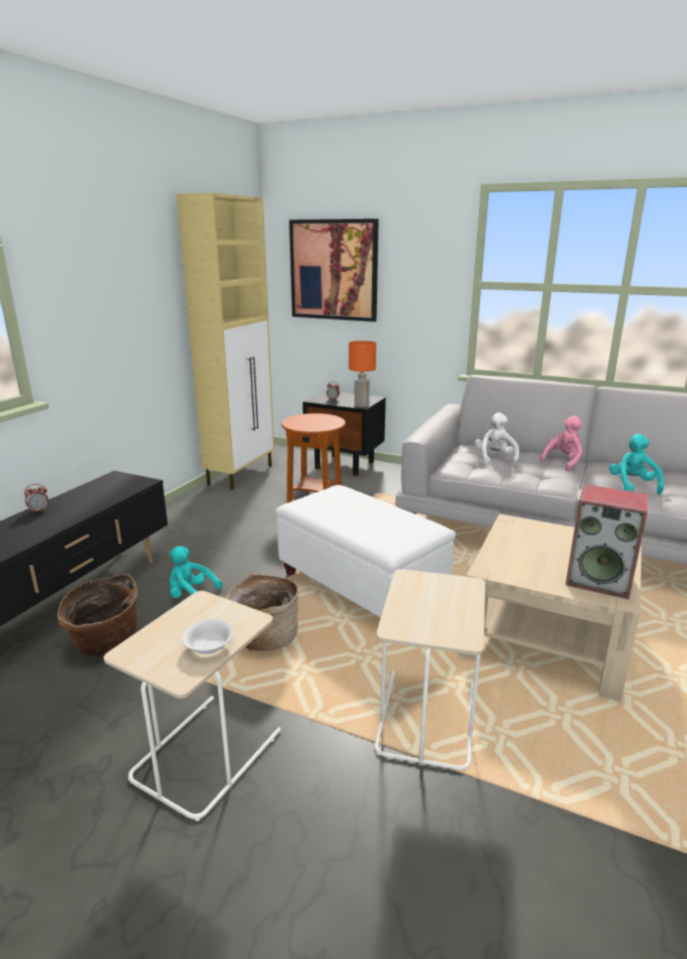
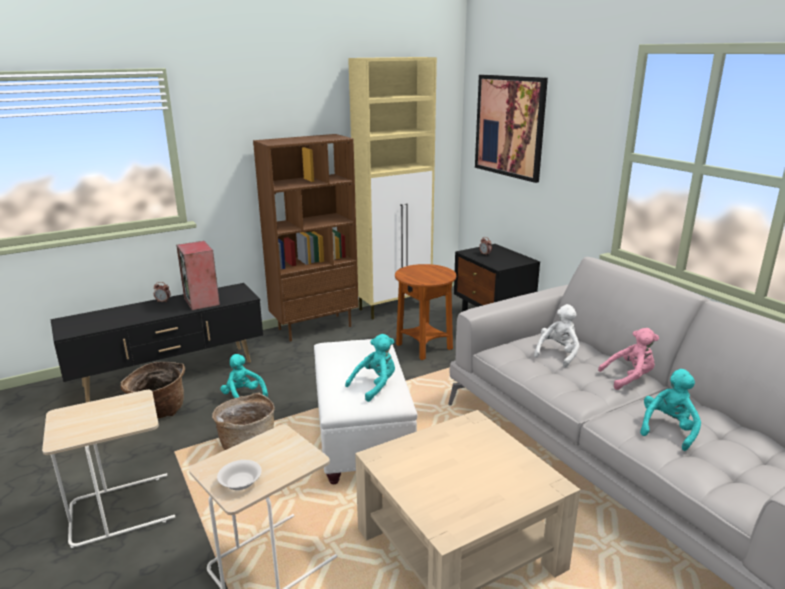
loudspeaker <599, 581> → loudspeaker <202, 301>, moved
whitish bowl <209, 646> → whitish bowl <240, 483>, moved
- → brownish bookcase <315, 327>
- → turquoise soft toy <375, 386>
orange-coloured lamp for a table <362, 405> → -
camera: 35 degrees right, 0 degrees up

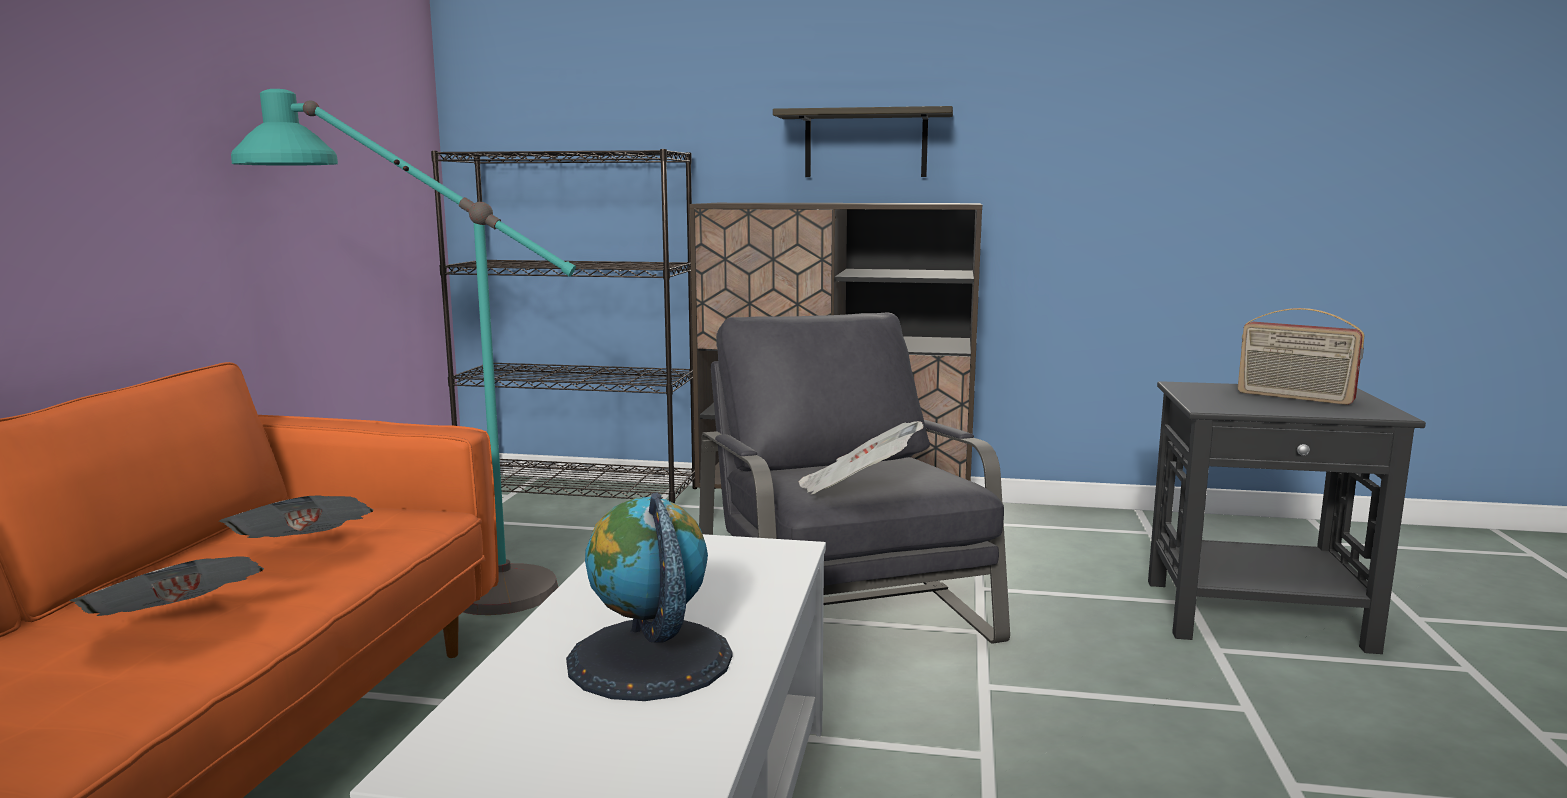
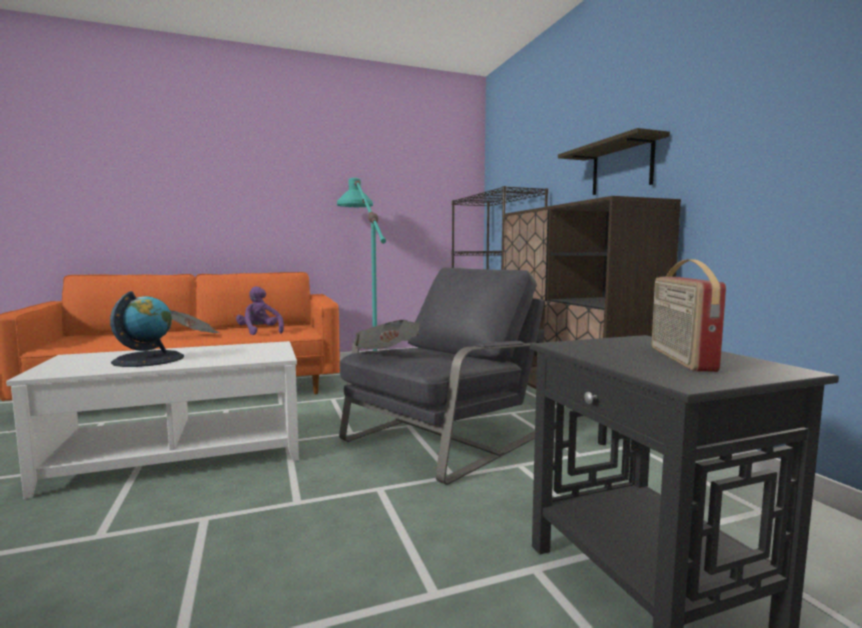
printed paper <305, 554> → purple soft toy <259, 332>
camera: 60 degrees right, 5 degrees down

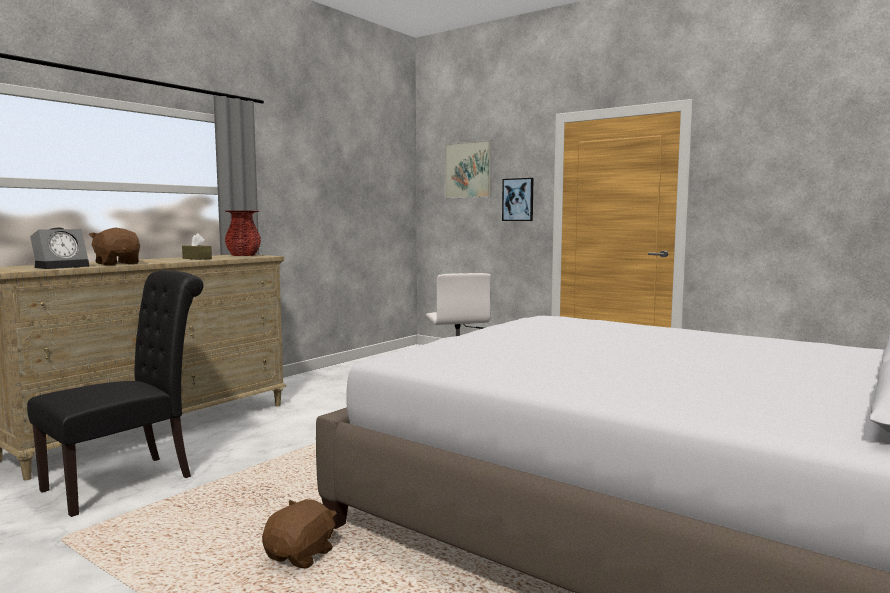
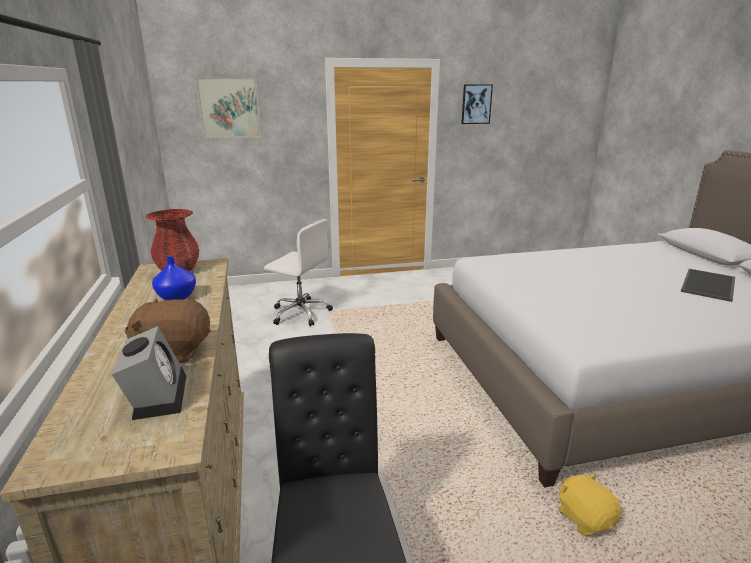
brownish tissue holder <197, 258> → blue decorative vase <176, 297>
wall art <518, 199> → wall art <476, 104>, moved
brownish soft toy <301, 555> → yellowish soft toy <585, 518>
- → tray <709, 285>
camera: 50 degrees left, 15 degrees up

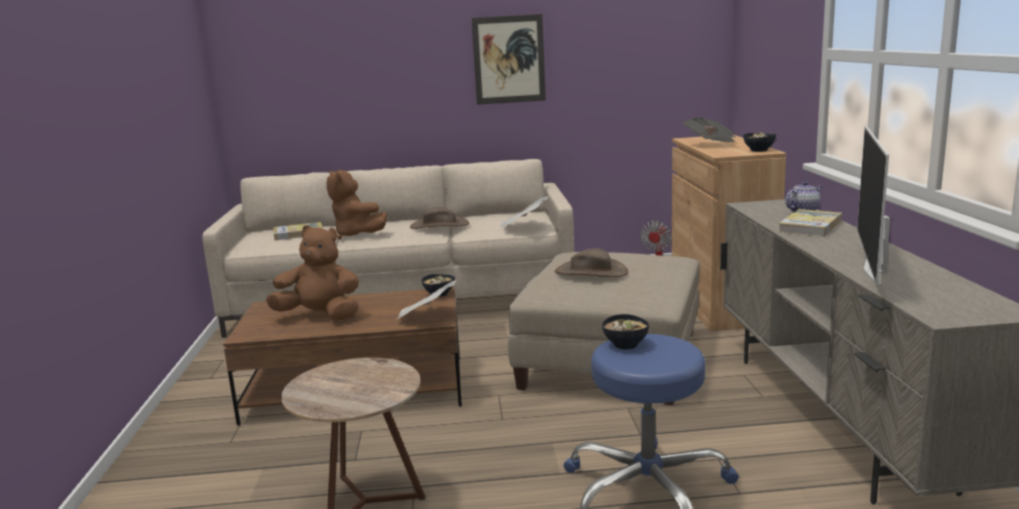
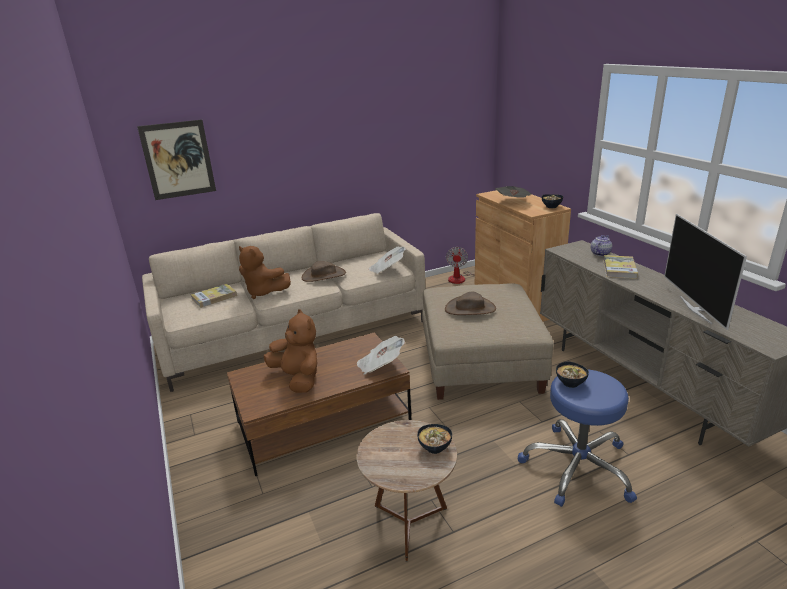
wall art <509, 59> → wall art <178, 160>, moved
brownish soft toy <320, 316> → brownish soft toy <298, 378>, 60 degrees clockwise
bowl <439, 294> → bowl <435, 448>, moved
camera: 20 degrees left, 10 degrees up

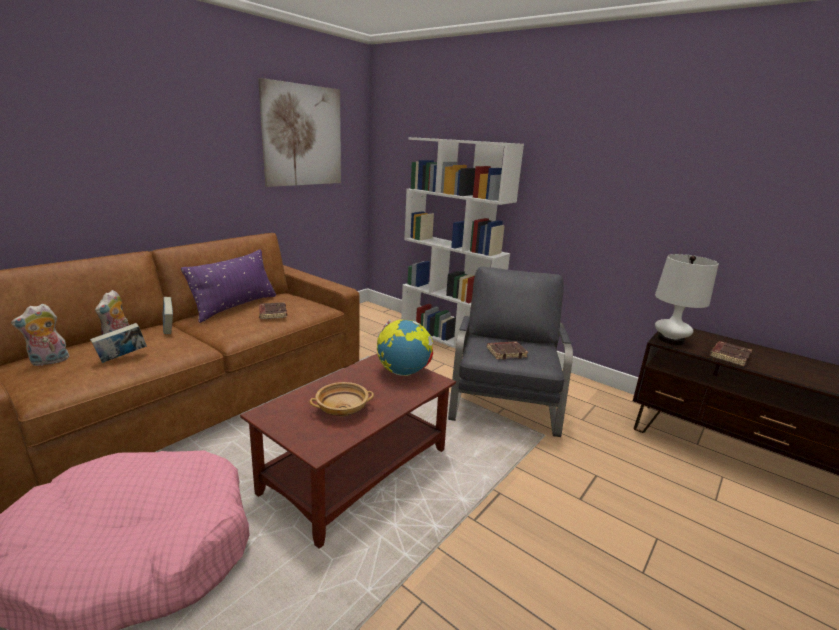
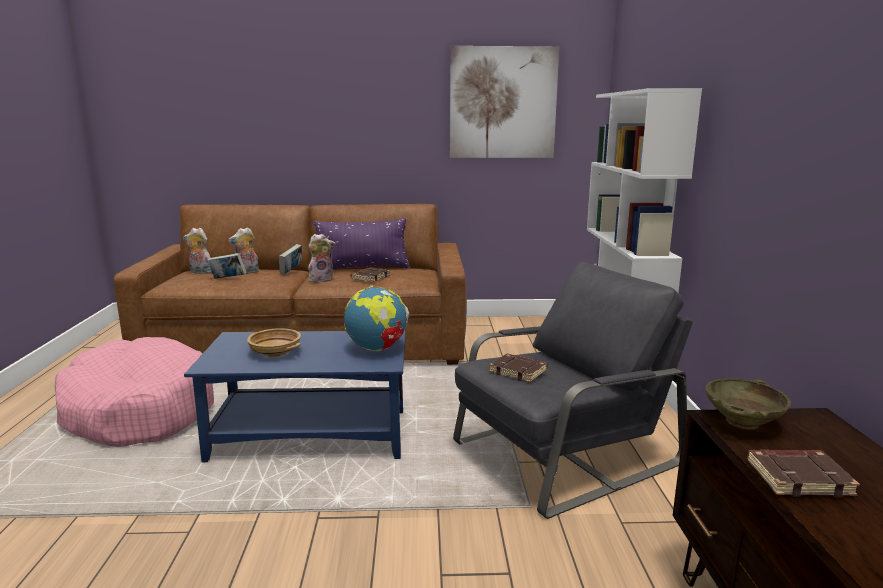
brownish coffee table <357, 470> → blue coffee table <312, 435>
- → soft toy <321, 280>
whitish lamp for a table <670, 340> → beige bowl <742, 422>
camera: 50 degrees right, 5 degrees down

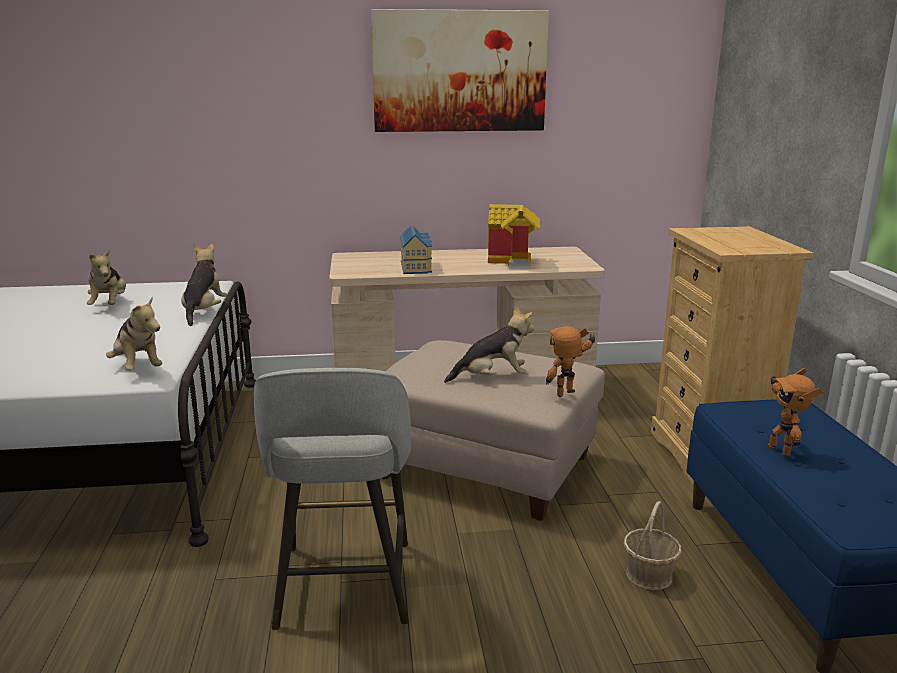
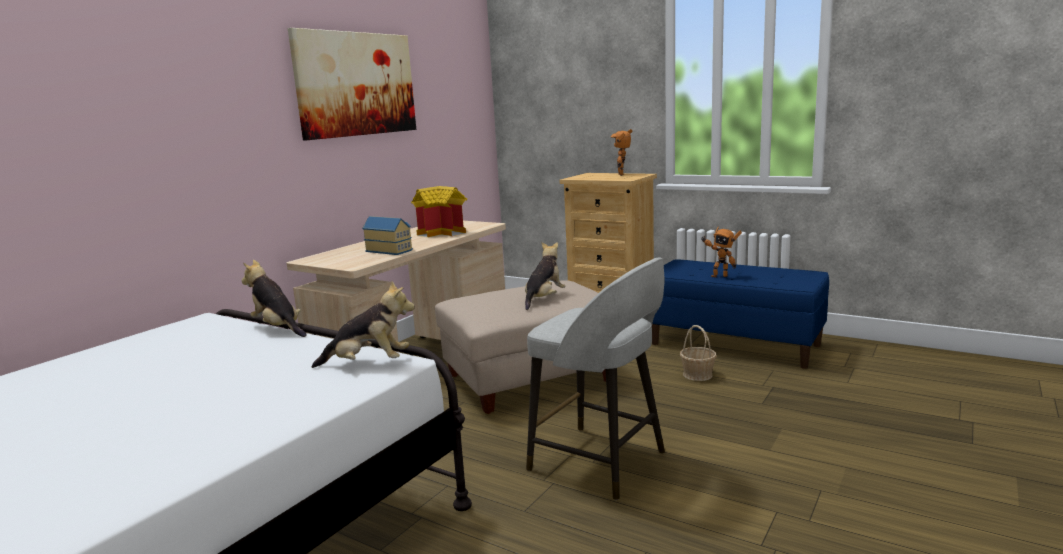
robot figure <568, 395> → robot figure <623, 174>, moved
soft toy <110, 305> → -
camera: 50 degrees left, 5 degrees down

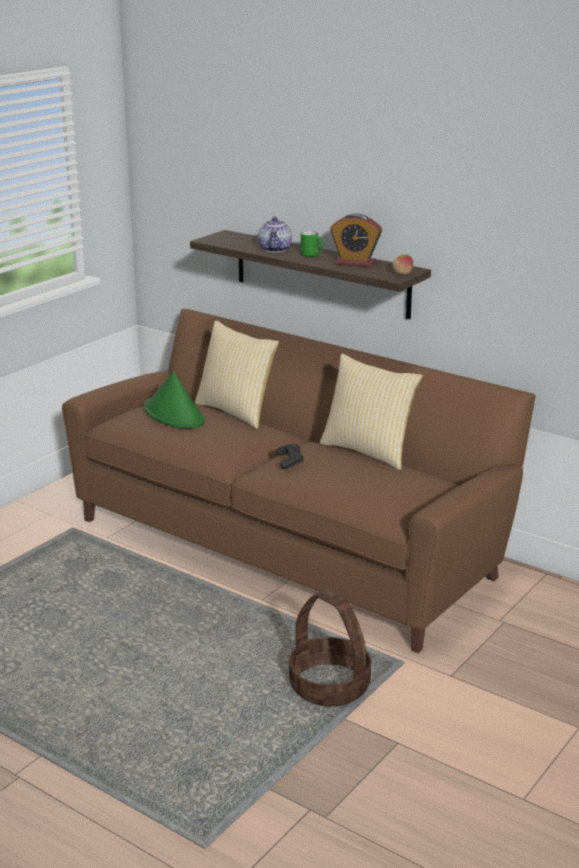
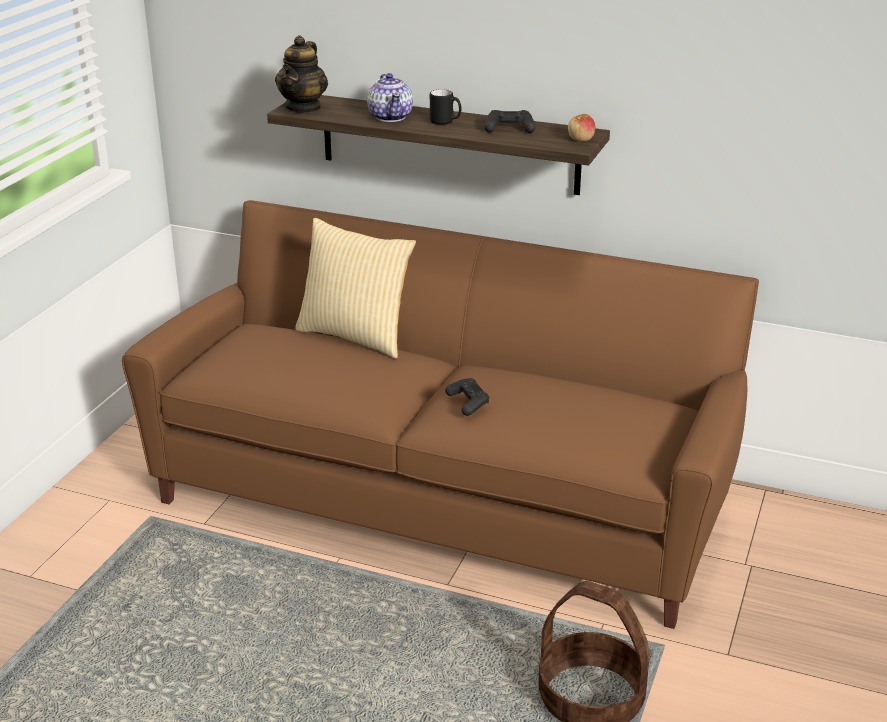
- → pot for tea <303, 107>
green mug <312, 255> → blackish mug <445, 122>
table clock <355, 263> → blackish gamepad <509, 129>
green wearable hat <174, 414> → -
cushion <369, 451> → -
camera: 15 degrees left, 5 degrees up

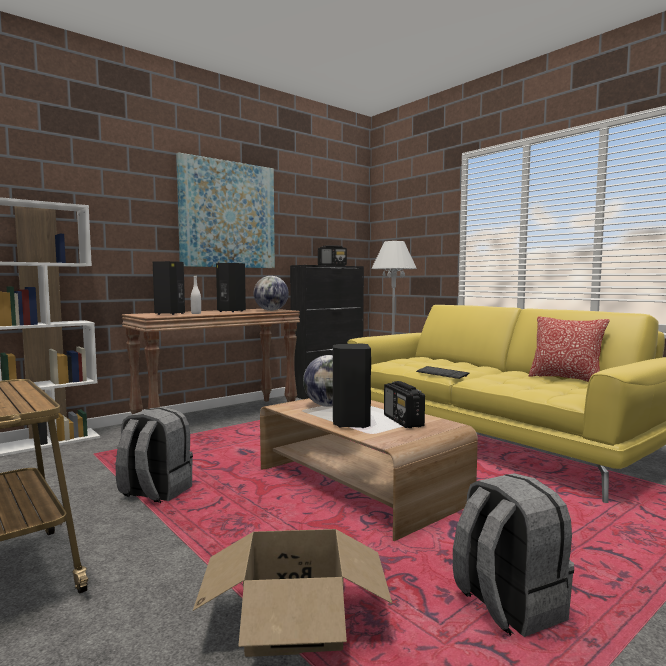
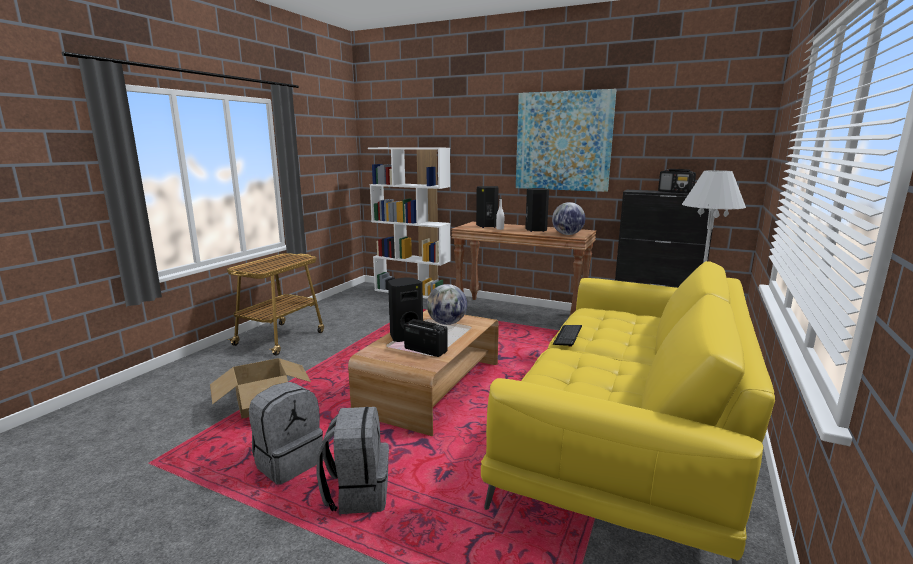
grey rucksack <155, 492> → grey rucksack <357, 493>, moved
radio <403, 421> → radio <425, 350>, 75 degrees clockwise
cushion <566, 379> → -
camera: 65 degrees right, 10 degrees up

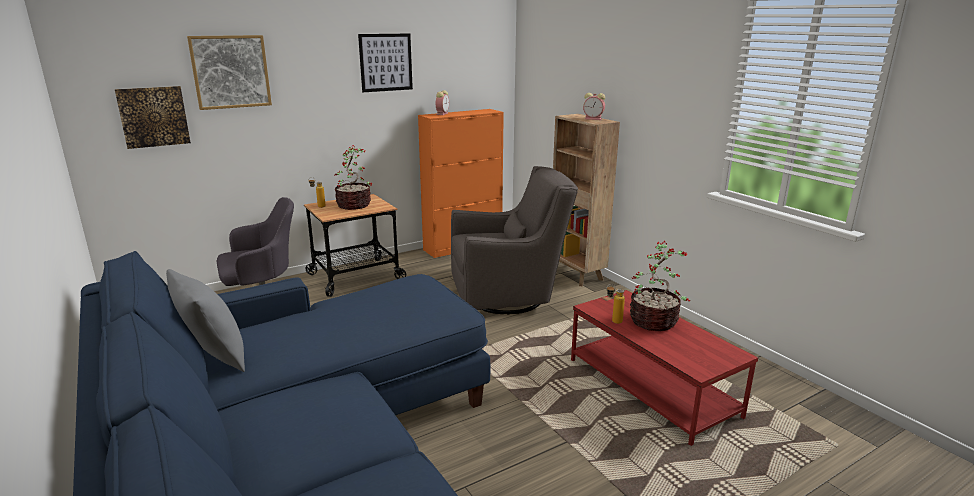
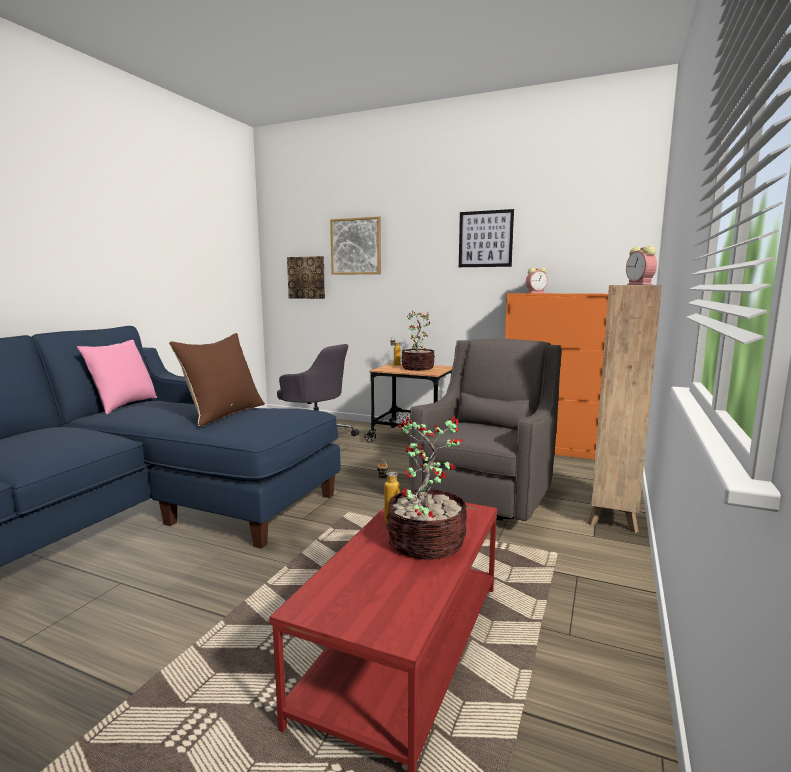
grey cushion <213, 358> → pinkish cushion <123, 406>
- → brownish cushion <224, 414>
grey armchair <509, 297> → grey armchair <487, 497>, 105 degrees counterclockwise
camera: 55 degrees right, 10 degrees down

